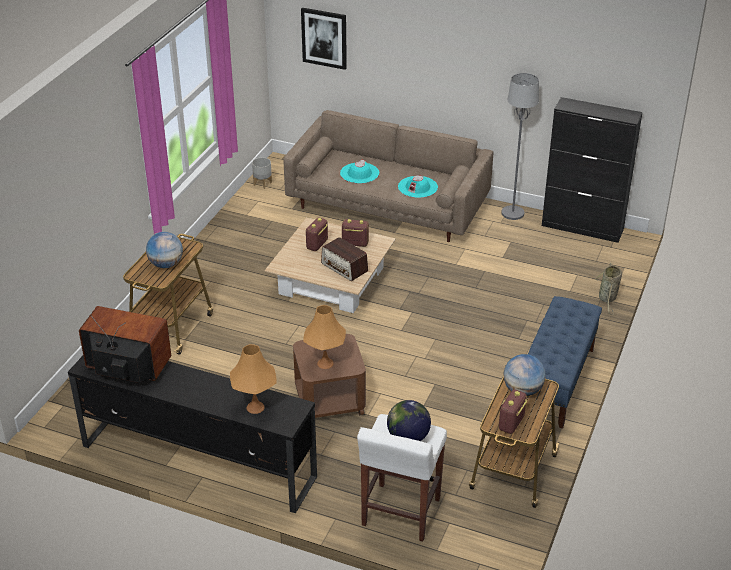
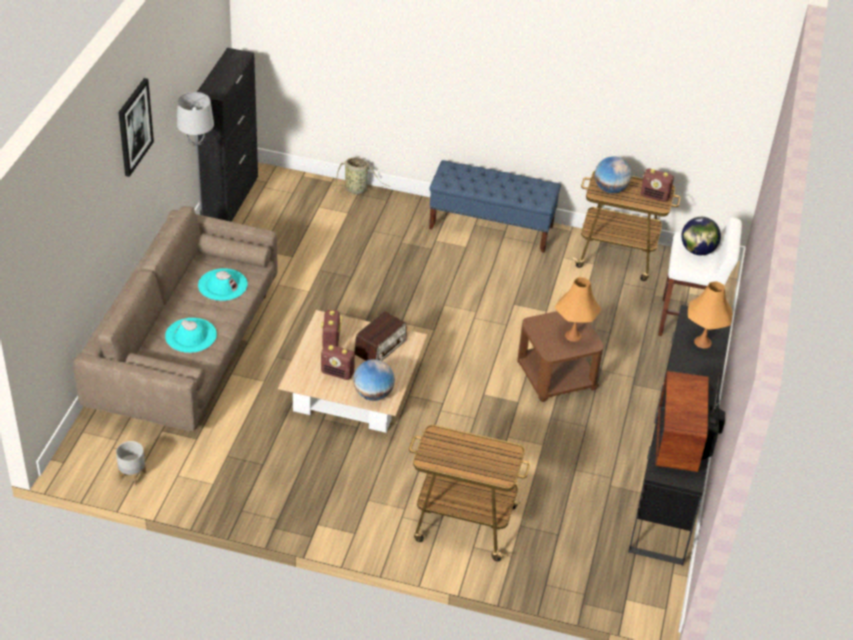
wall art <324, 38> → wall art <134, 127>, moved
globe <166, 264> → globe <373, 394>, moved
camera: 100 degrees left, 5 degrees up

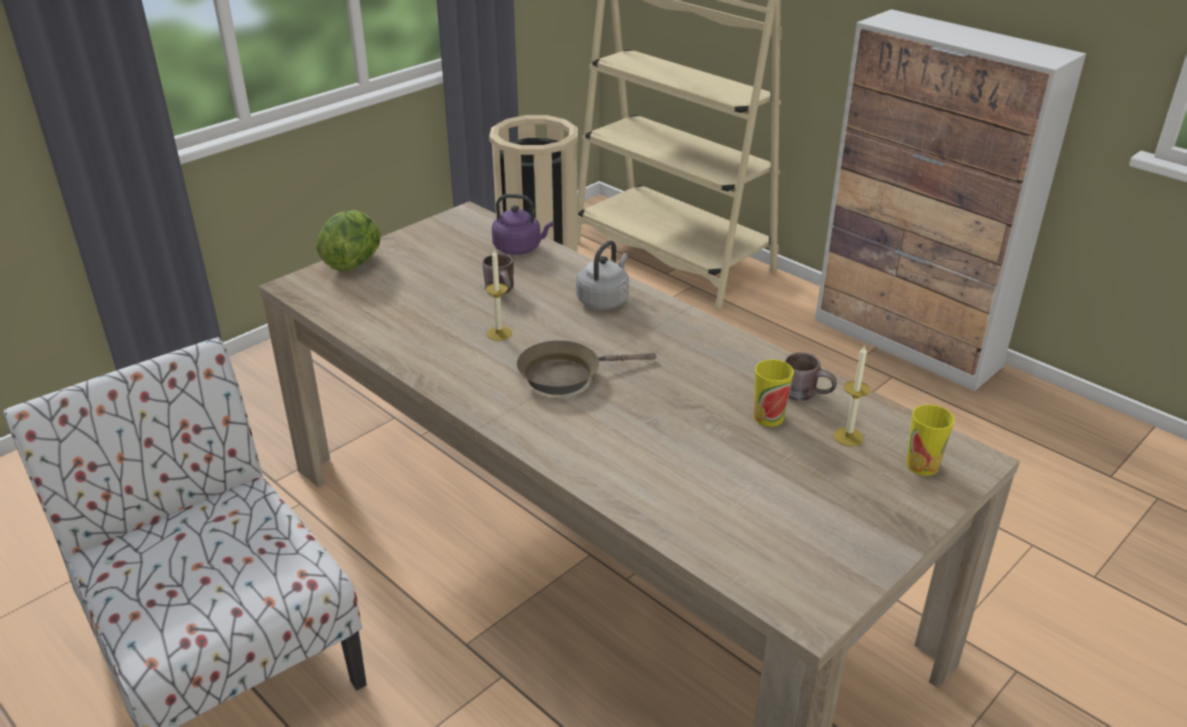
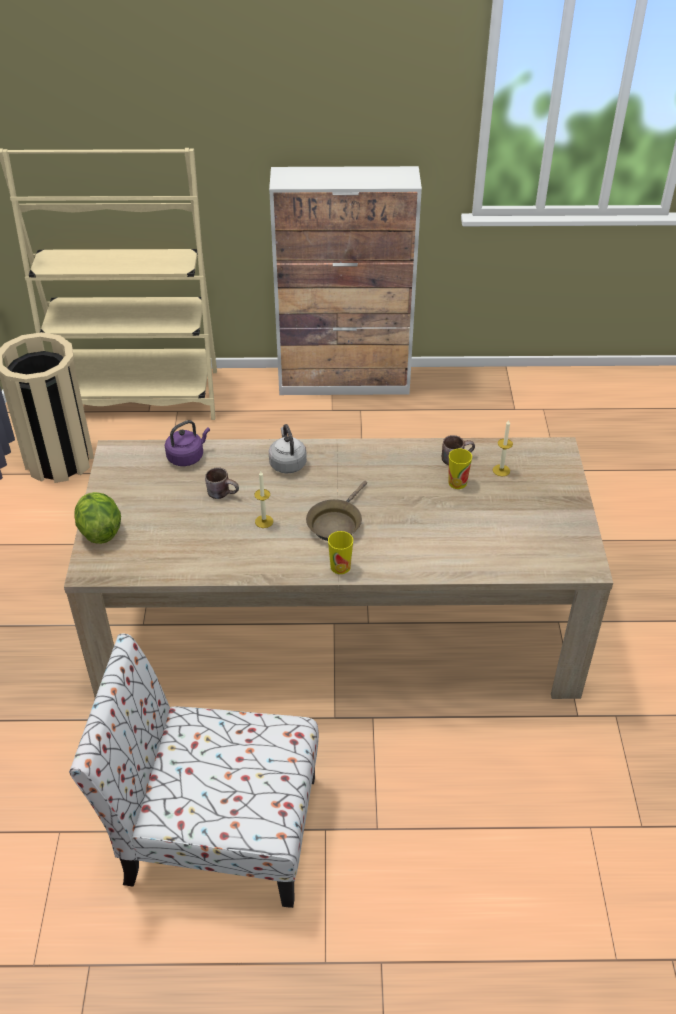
small cup <922, 465> → small cup <340, 567>, moved
camera: 45 degrees left, 10 degrees up

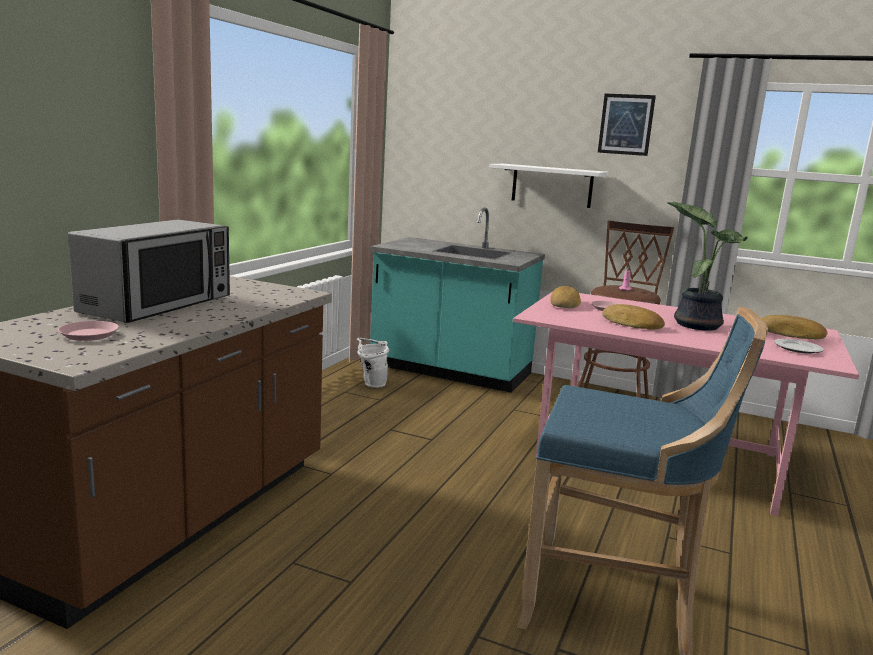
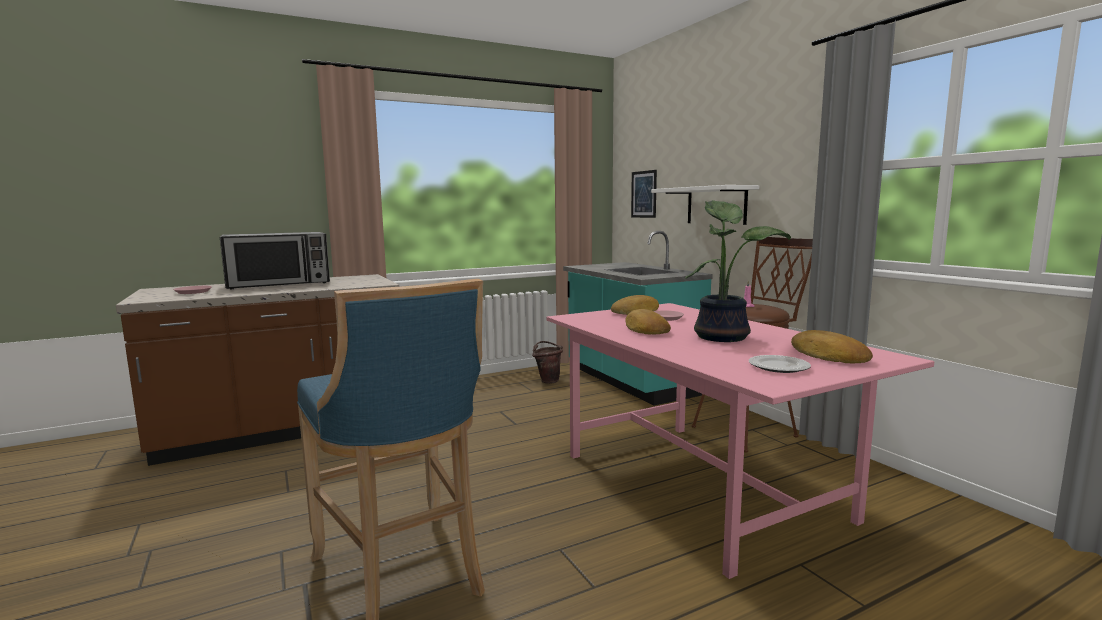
whitish bucket <371, 384> → brownish bucket <548, 380>
wall art <626, 124> → wall art <643, 194>, moved
camera: 40 degrees right, 5 degrees down

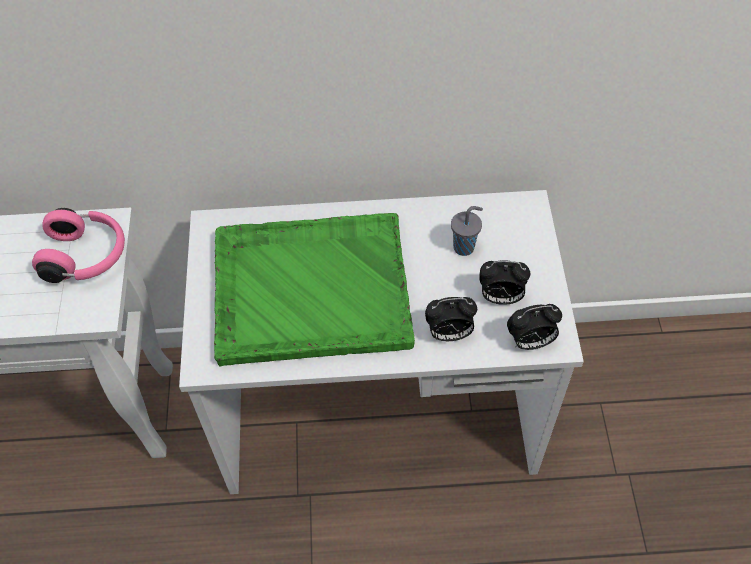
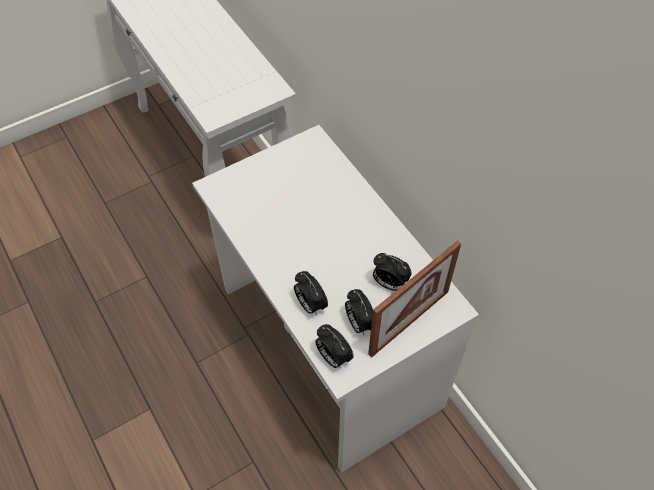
- → standing frame <409, 322>
grey small cup <465, 247> → table clock <389, 283>
pinkish headphones <87, 256> → -
green tray <309, 290> → -
camera: 60 degrees right, 0 degrees up

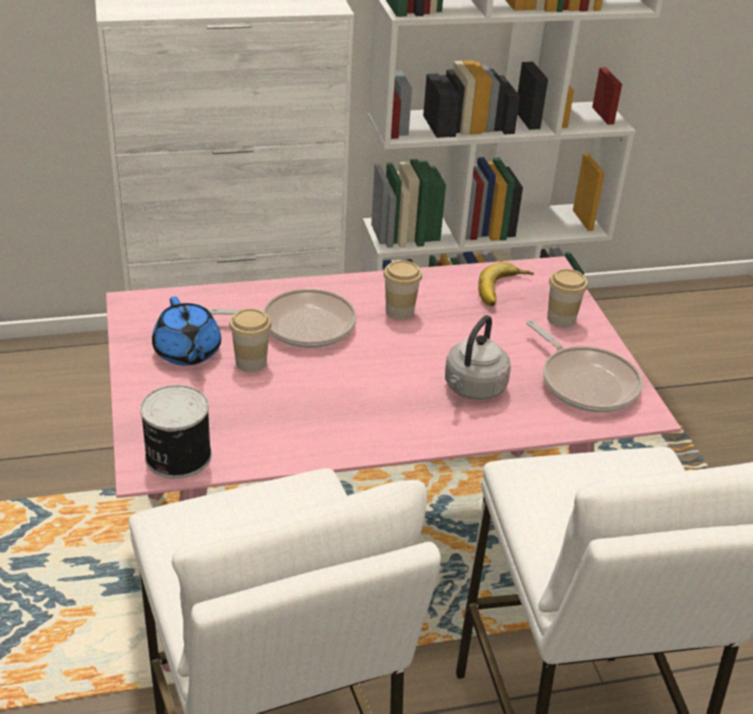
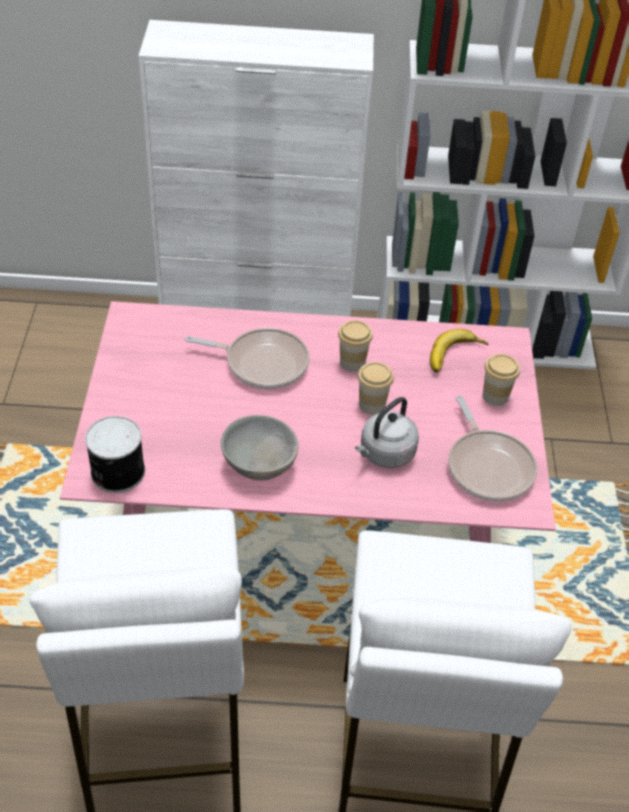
- → grey bowl <259, 464>
small cup <251, 362> → small cup <372, 405>, moved
blue pot for tea <187, 352> → -
camera: 15 degrees right, 10 degrees up

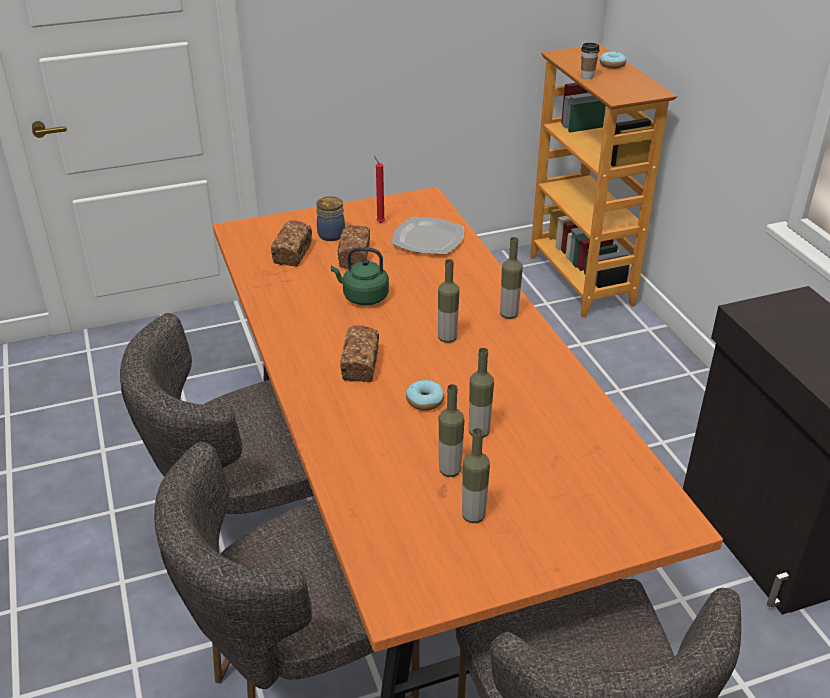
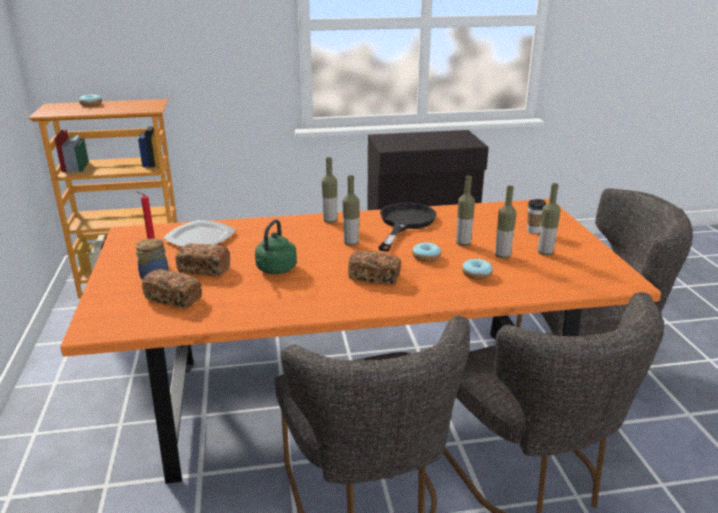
- → blackish frying pan <404, 223>
- → doughnut <476, 274>
small cup <587, 76> → small cup <533, 231>, moved
camera: 80 degrees left, 10 degrees down

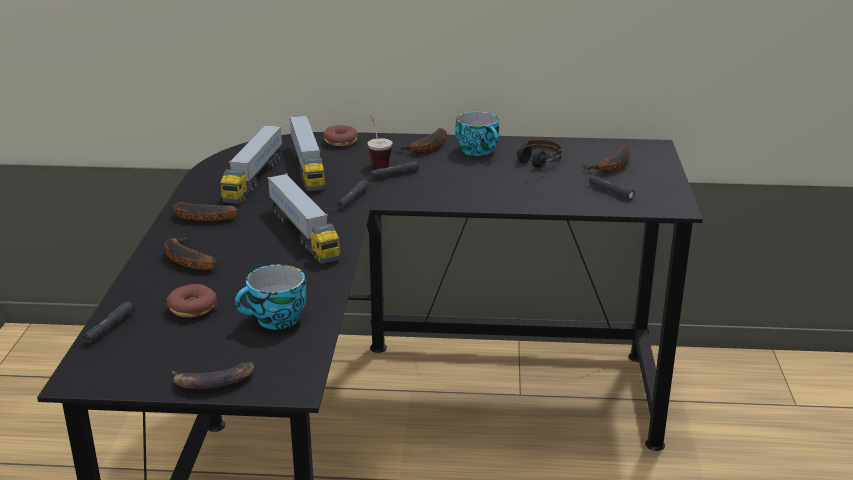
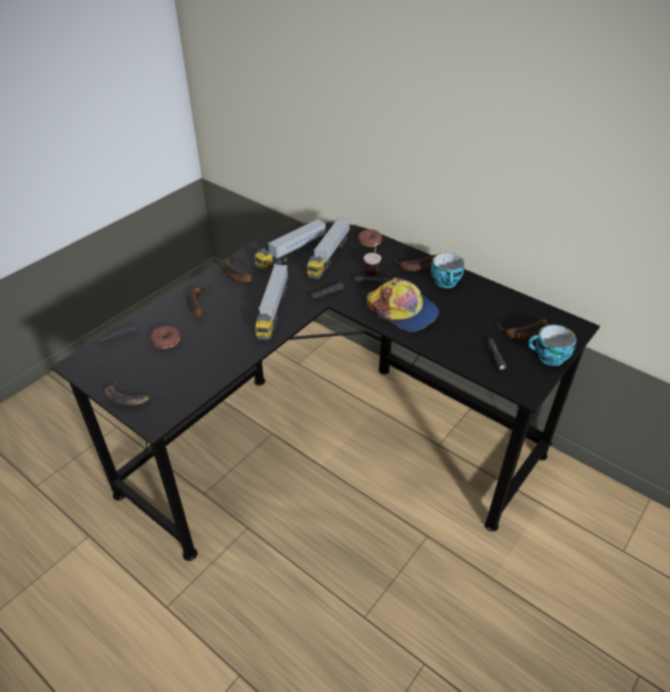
- → cap <402, 311>
small cup <275, 320> → small cup <549, 358>, moved
headphones <534, 165> → -
camera: 35 degrees right, 15 degrees up

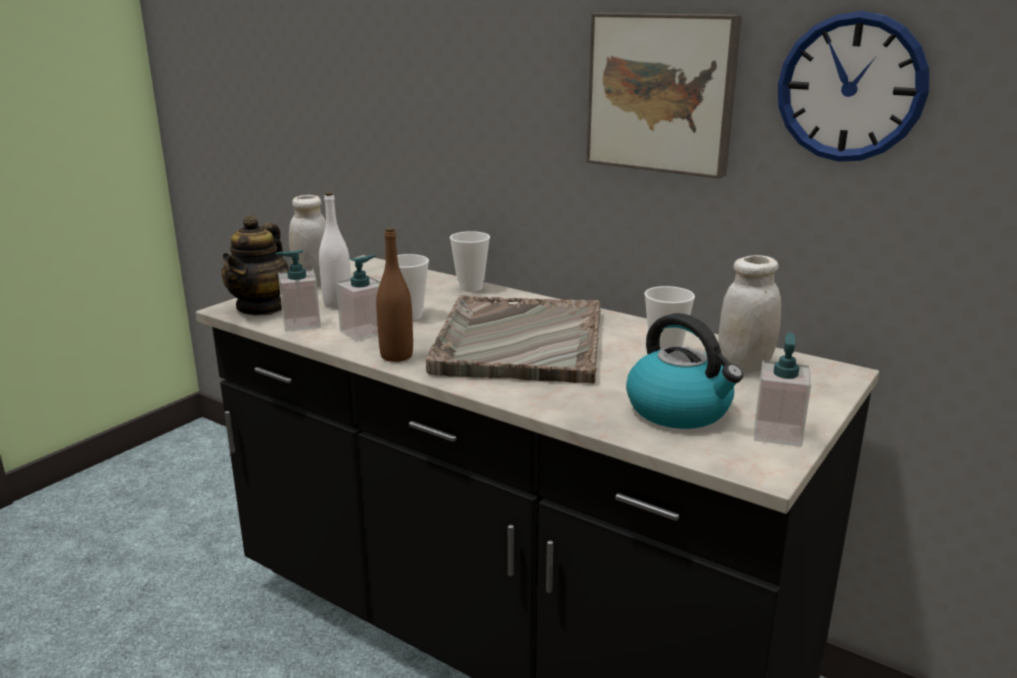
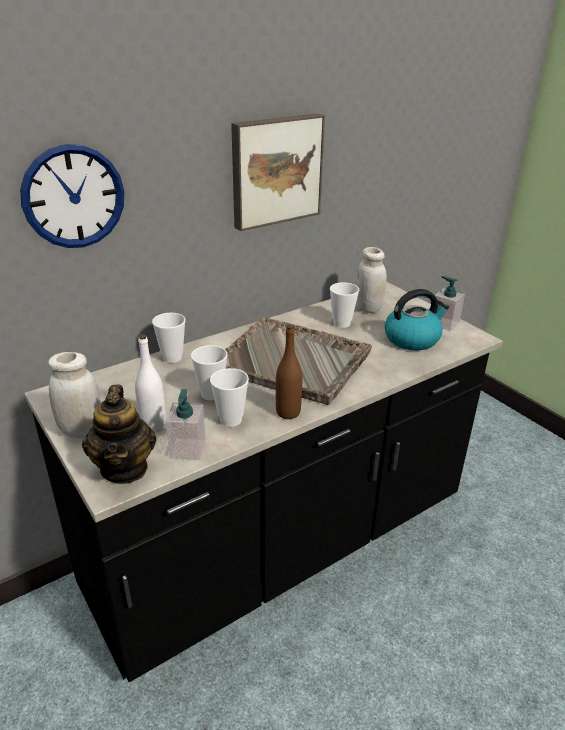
hanging clock <850, 88> → hanging clock <74, 197>, moved
pot for tea <261, 307> → pot for tea <125, 468>, 45 degrees clockwise
soap dispenser <364, 332> → small cup <231, 420>
camera: 70 degrees left, 10 degrees up

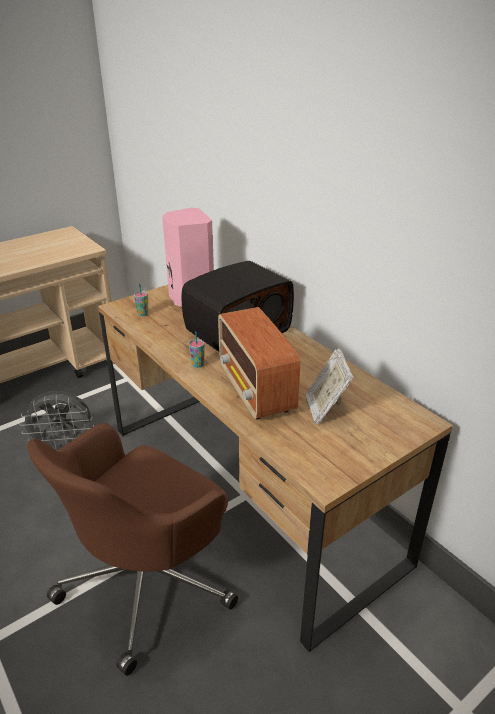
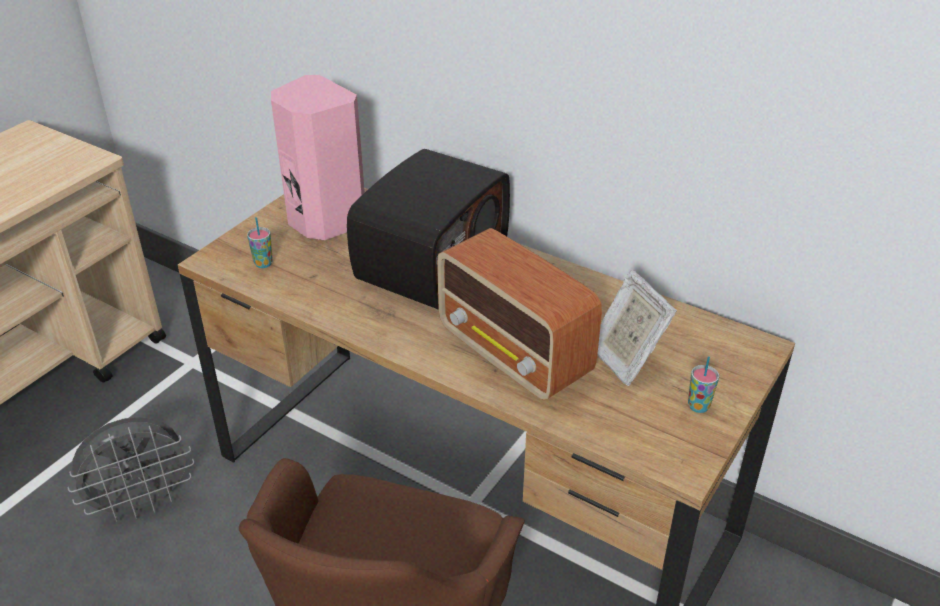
small cup <197, 364> → small cup <698, 406>, moved
camera: 20 degrees left, 5 degrees up

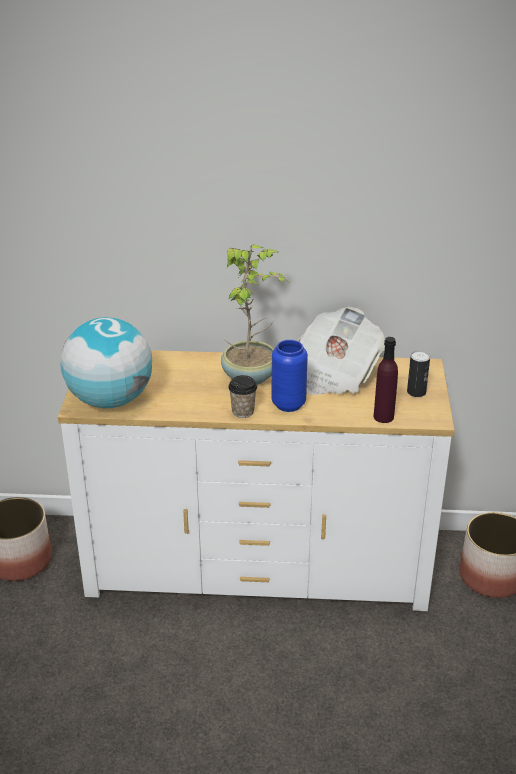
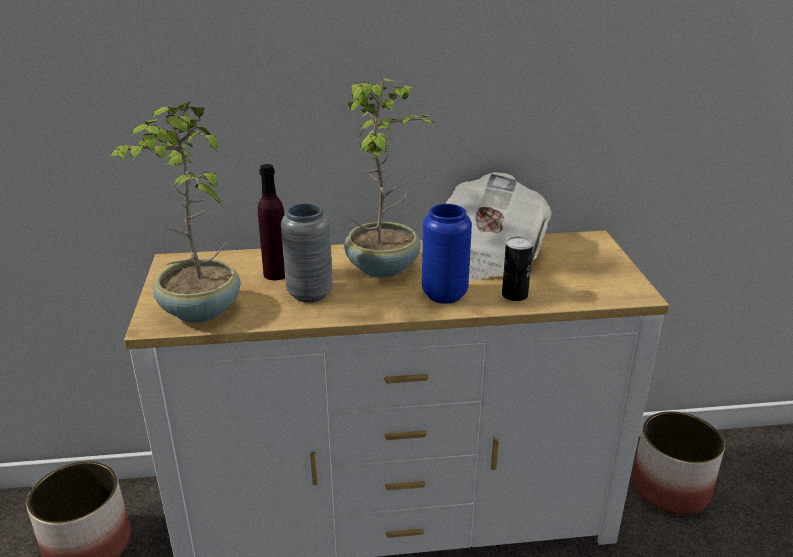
globe <110, 400> → houseplant <199, 311>
purple bottle <383, 417> → purple bottle <276, 274>, moved
- → grey decorative vase <310, 293>
can <416, 392> → can <514, 295>, moved
small cup <243, 411> → -
camera: 10 degrees left, 5 degrees down

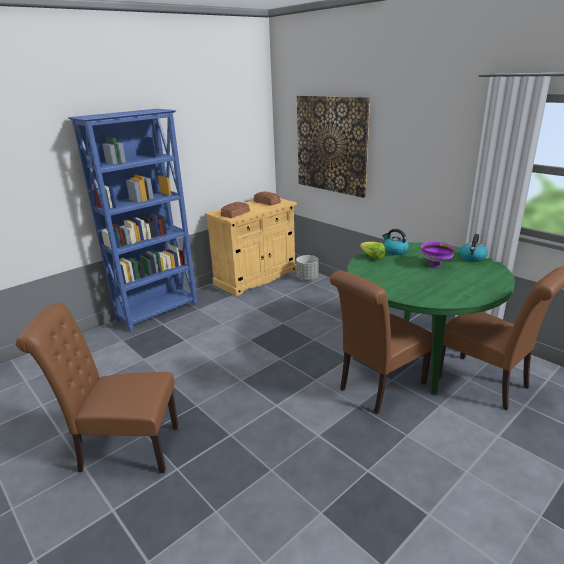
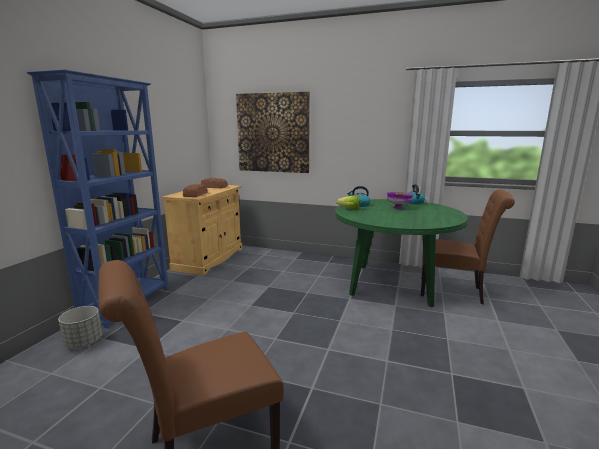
grey planter <307, 278> → grey planter <84, 343>, moved
brownish upright chair <378, 388> → -
camera: 30 degrees left, 10 degrees down

